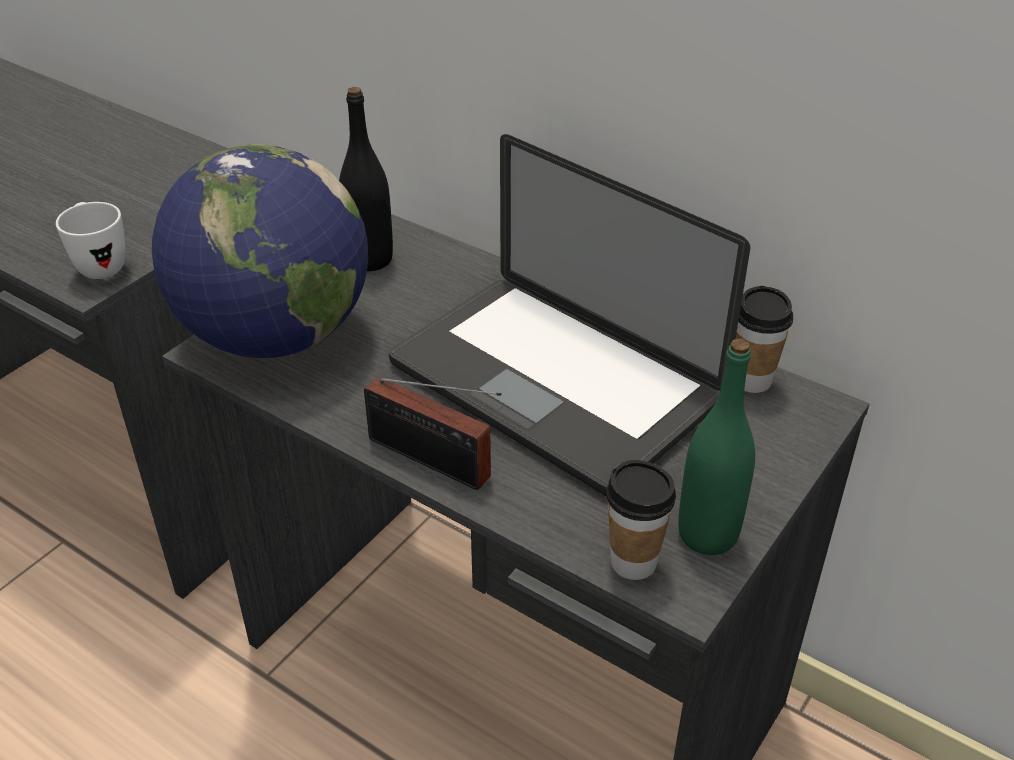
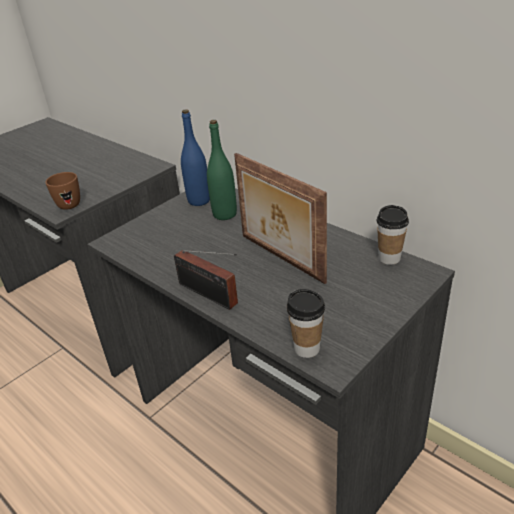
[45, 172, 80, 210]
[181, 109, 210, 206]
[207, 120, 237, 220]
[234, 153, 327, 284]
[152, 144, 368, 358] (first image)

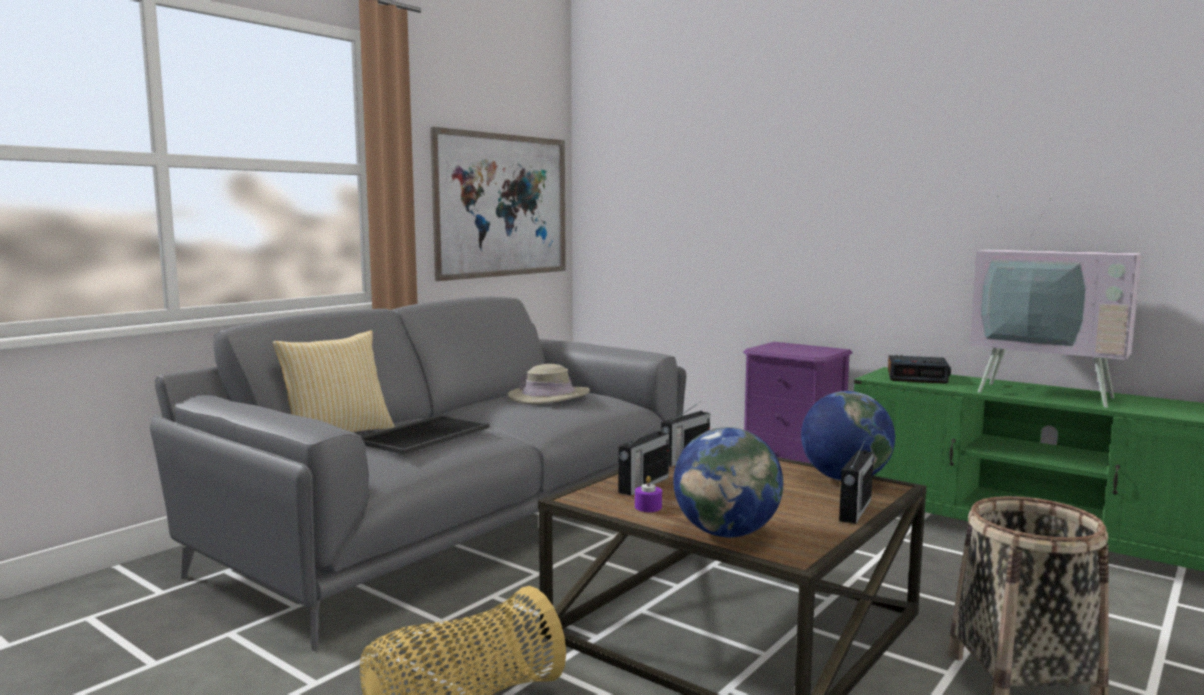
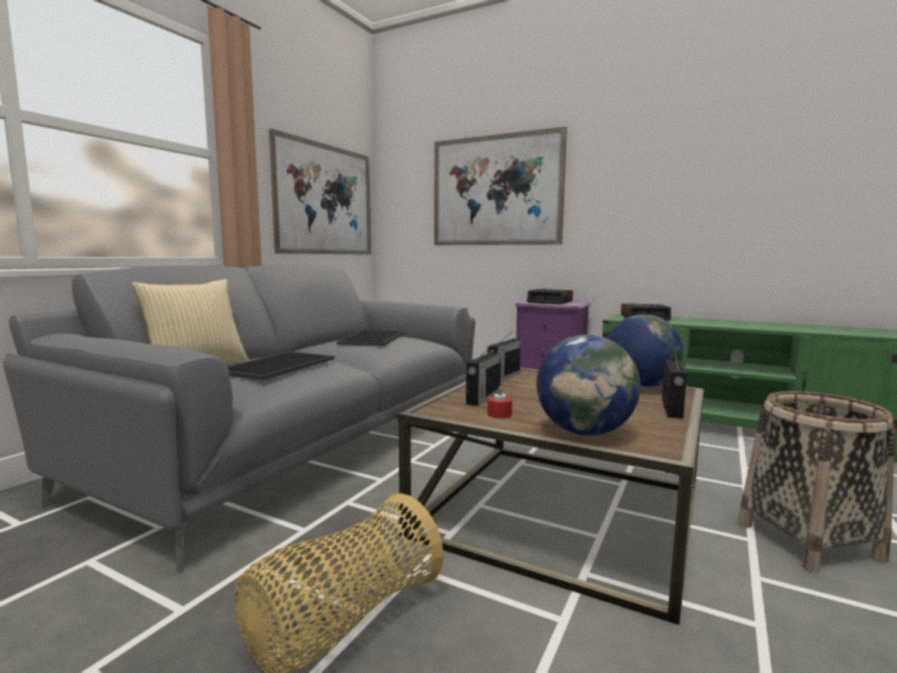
[337, 330, 405, 346]
[434, 127, 567, 245]
[487, 386, 512, 418]
[527, 288, 573, 304]
[970, 195, 1142, 408] (first image)

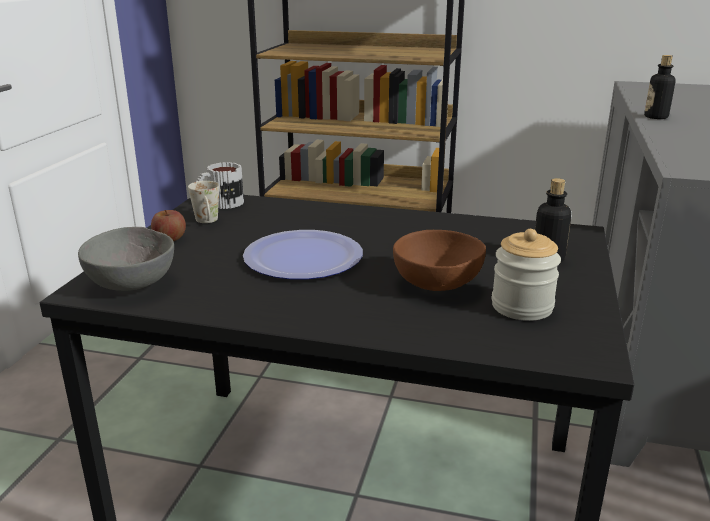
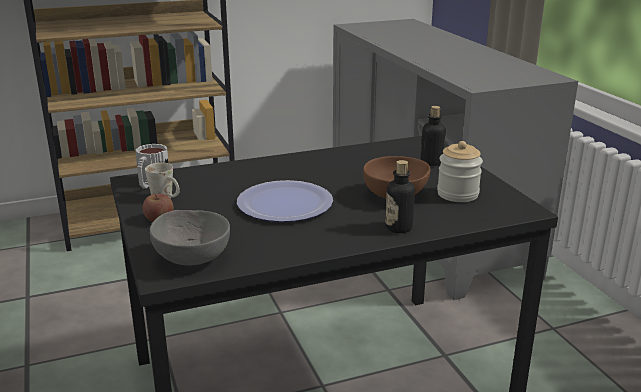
[385, 160, 415, 233]

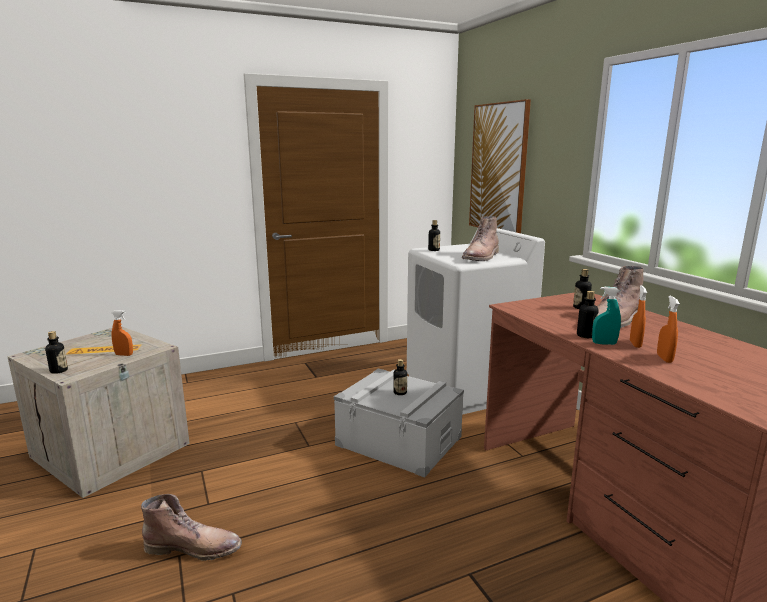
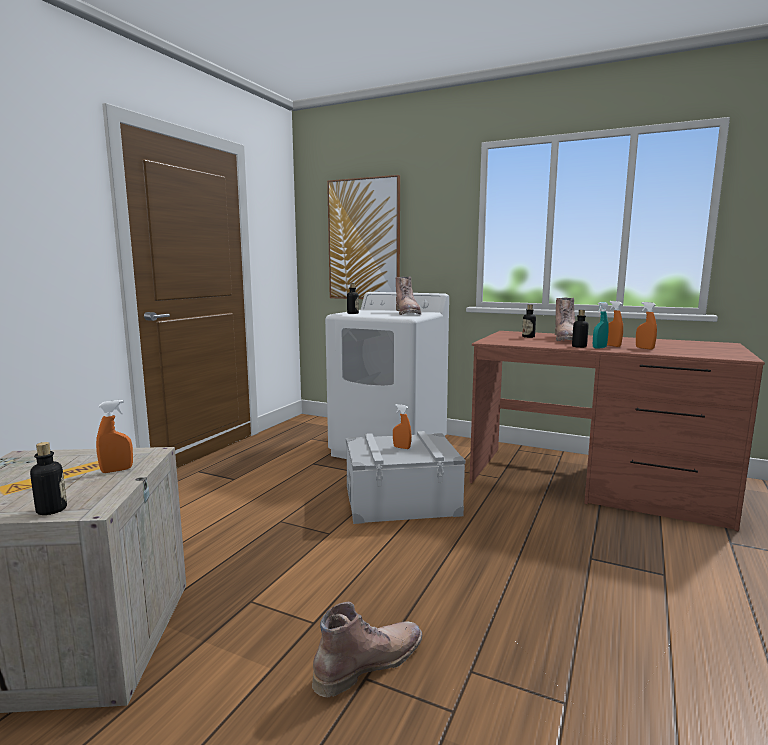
[393, 404, 411, 449]

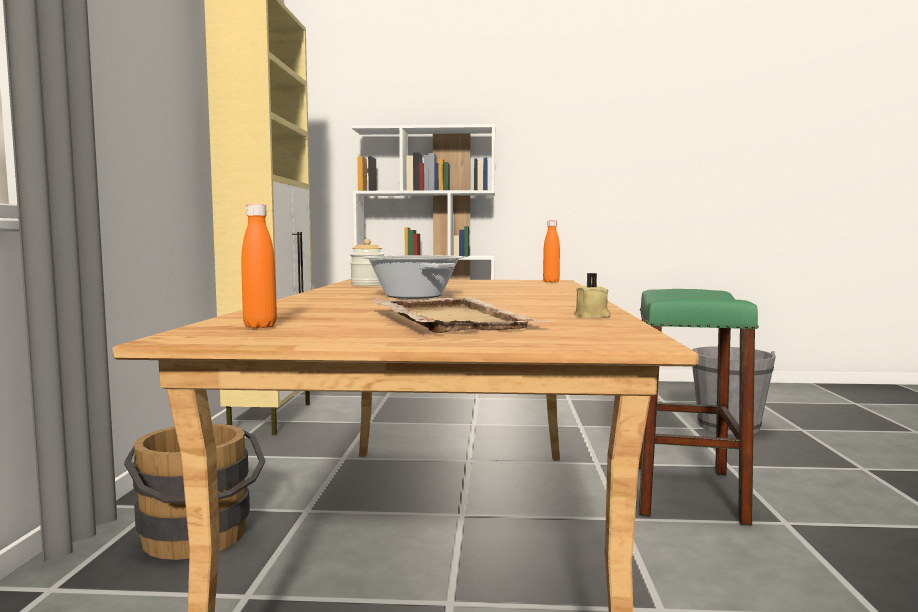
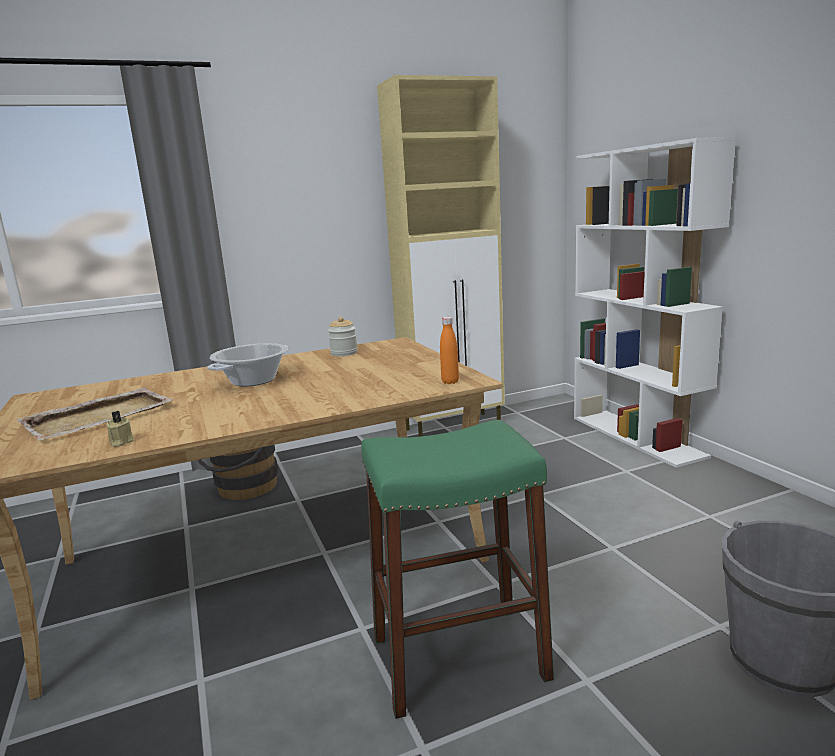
[241, 204, 277, 328] (first image)

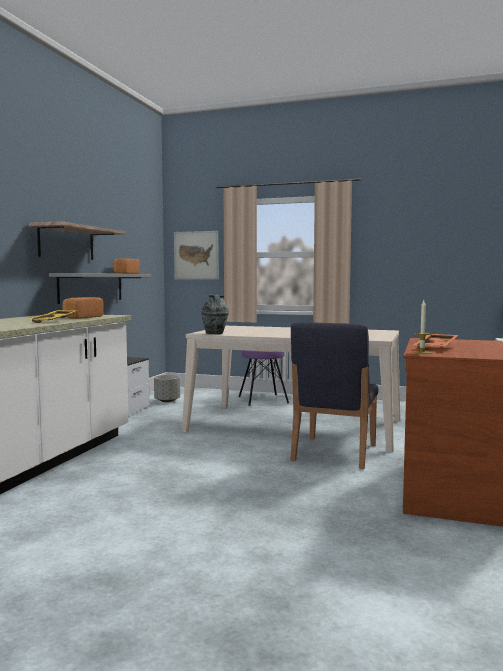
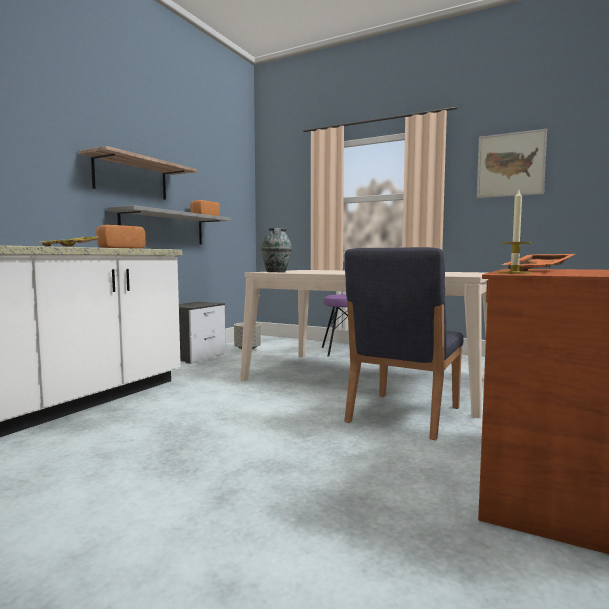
[477, 129, 547, 198]

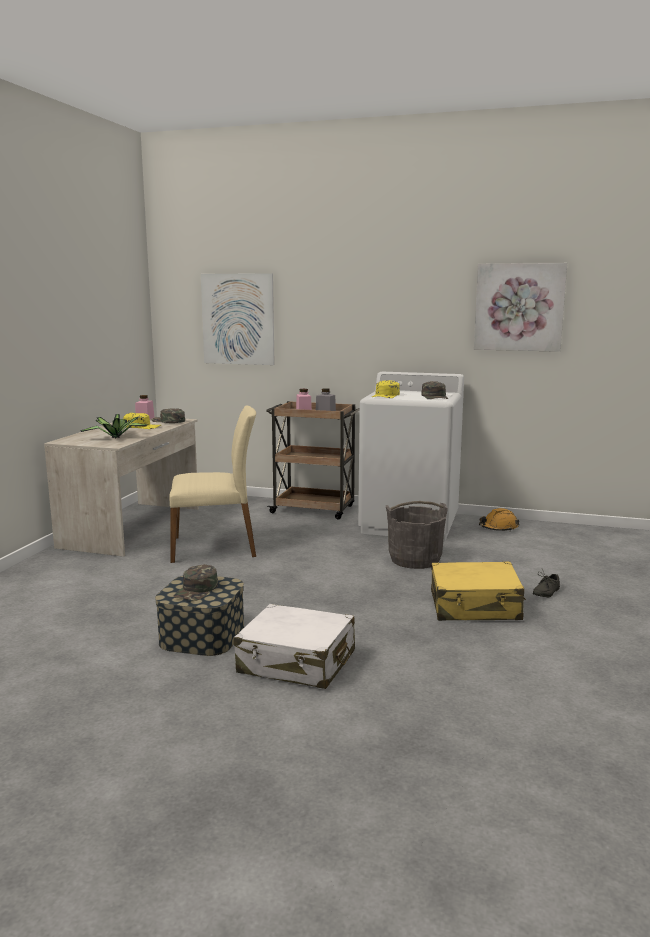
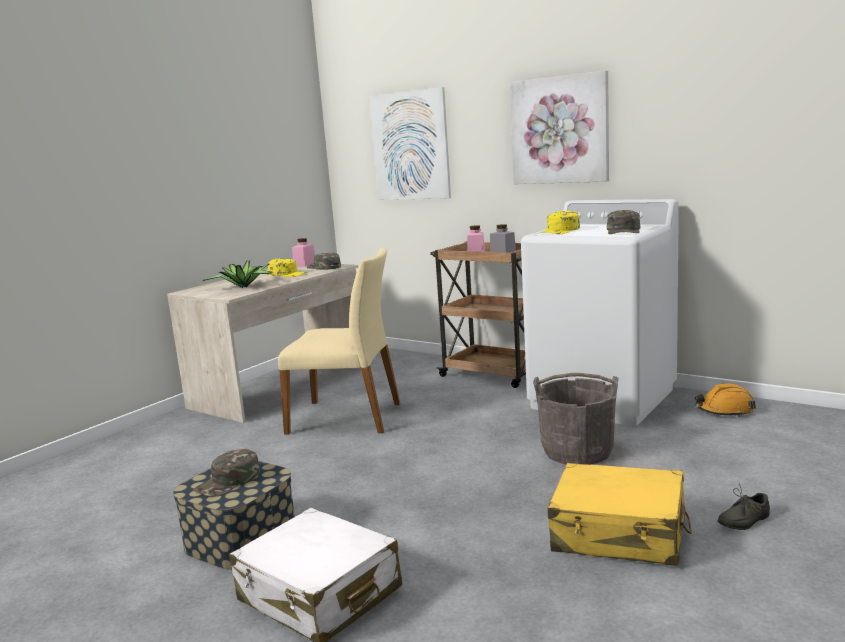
[509, 71, 609, 184]

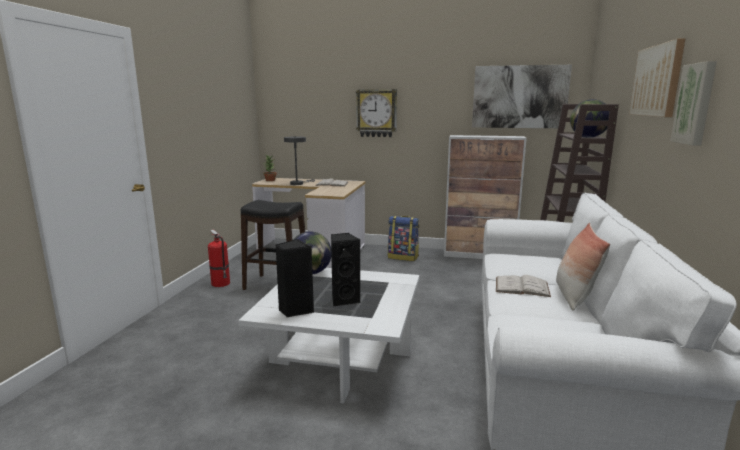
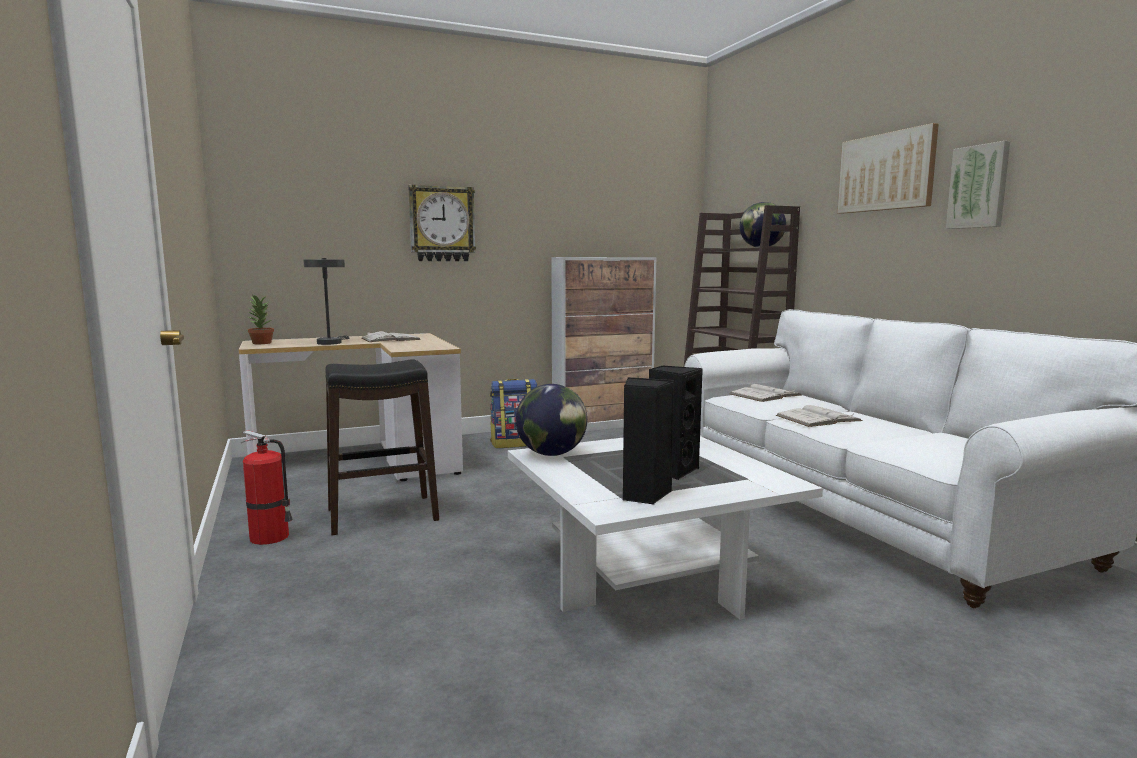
[730, 384, 802, 402]
[472, 65, 572, 128] (first image)
[556, 223, 610, 311] (first image)

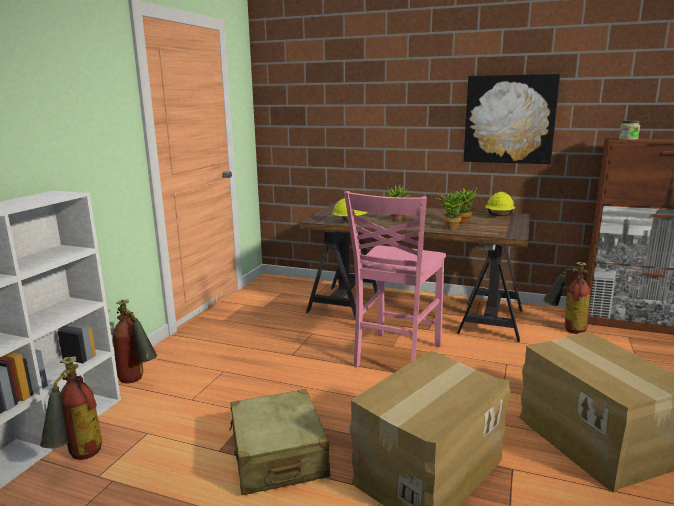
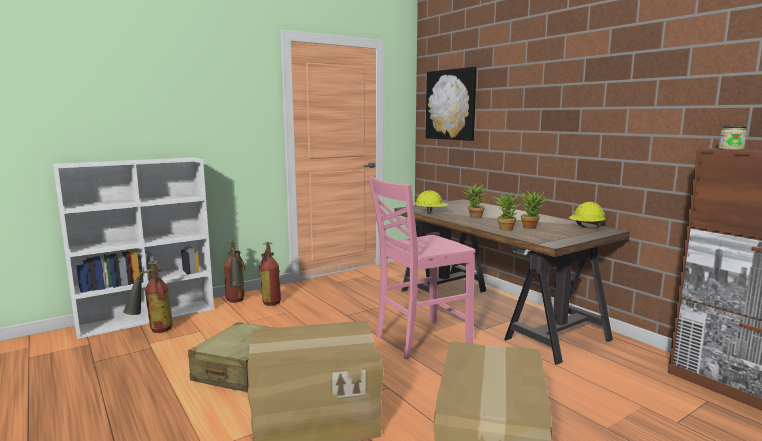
[259, 242, 281, 306]
[426, 67, 477, 141]

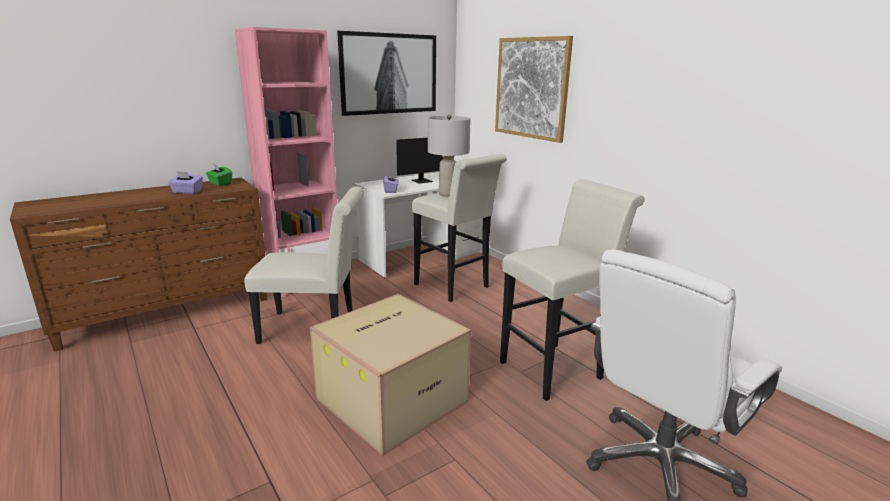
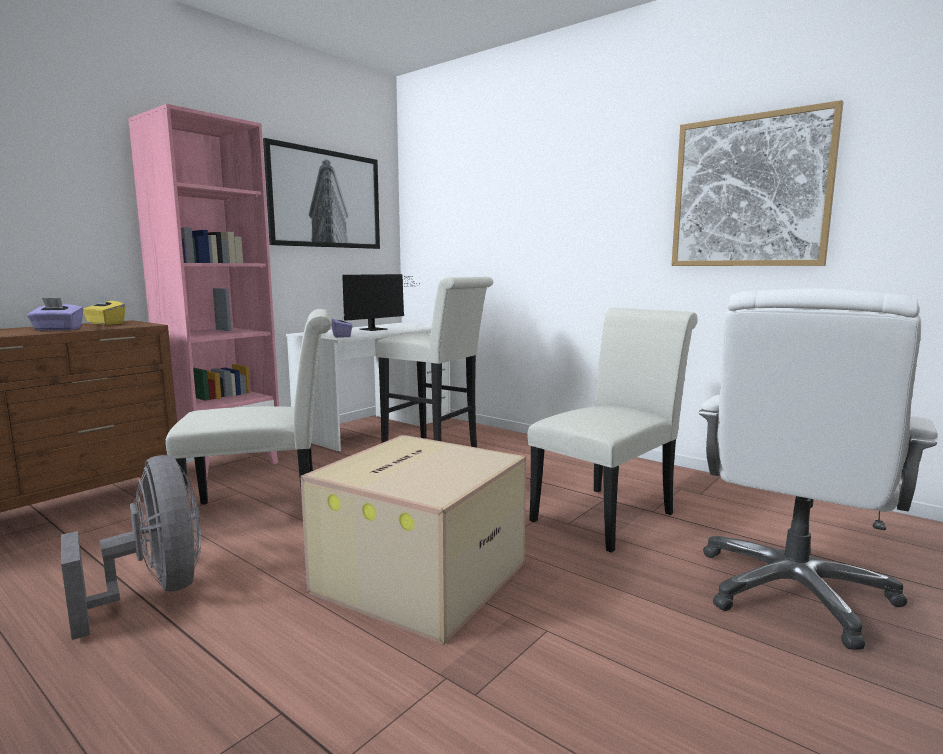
[61, 455, 201, 640]
[83, 295, 125, 325]
[527, 308, 698, 553]
[672, 100, 844, 266]
[428, 115, 471, 197] (first image)

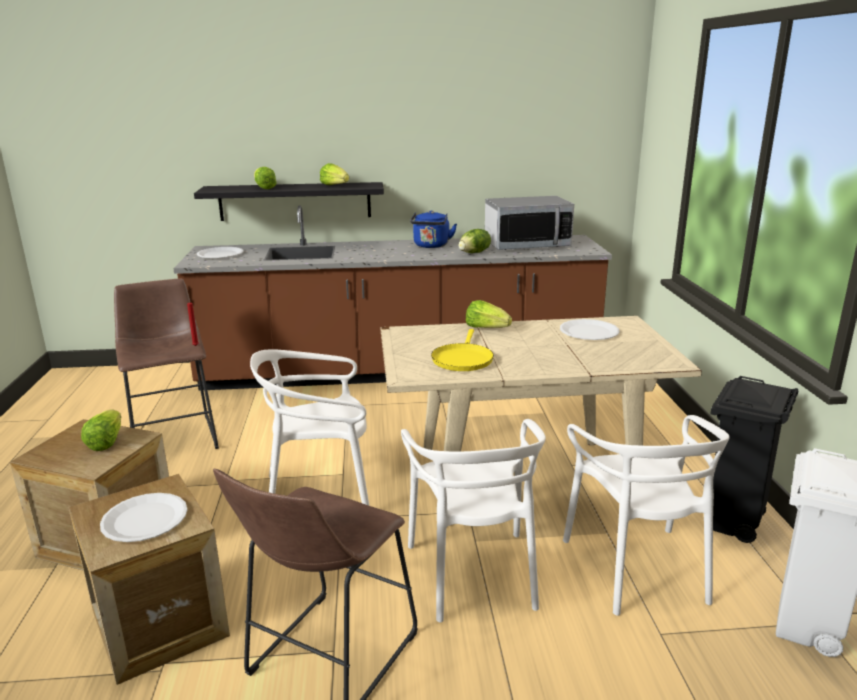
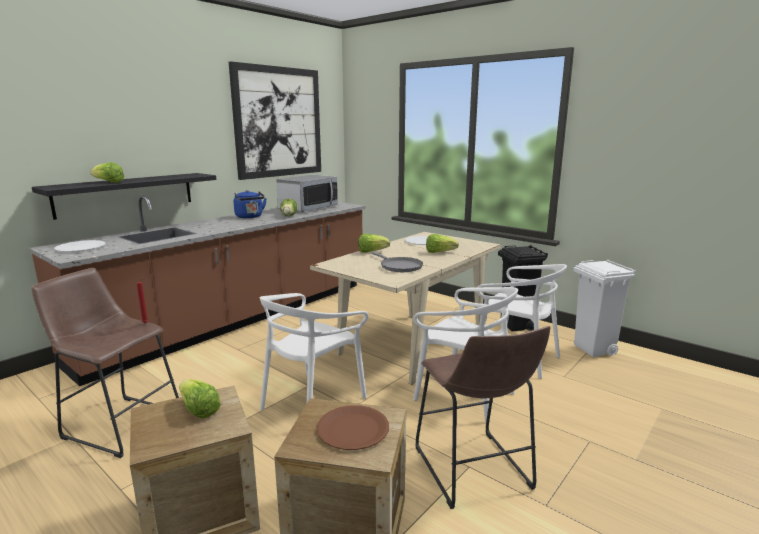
[229, 61, 321, 180]
[316, 405, 389, 450]
[372, 252, 423, 272]
[426, 234, 459, 253]

